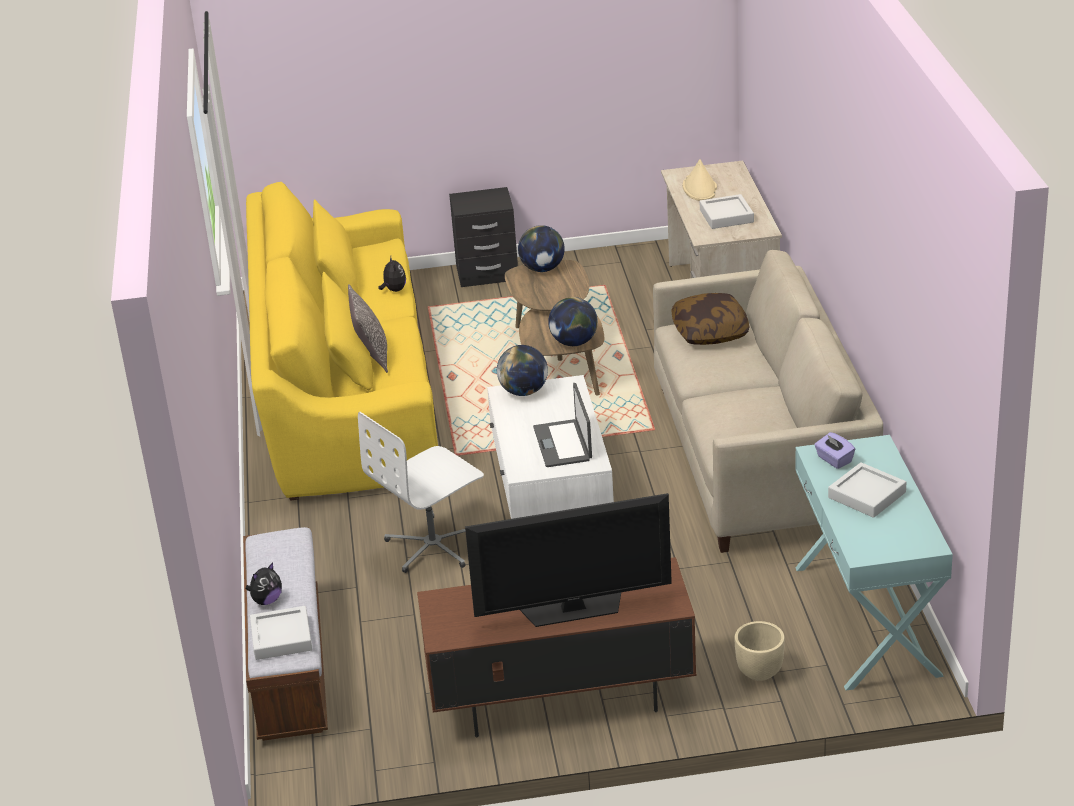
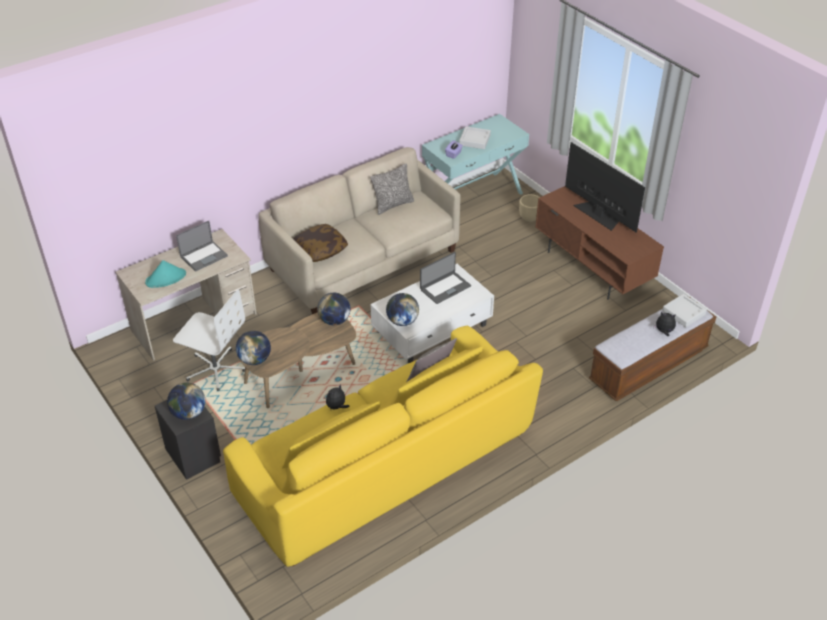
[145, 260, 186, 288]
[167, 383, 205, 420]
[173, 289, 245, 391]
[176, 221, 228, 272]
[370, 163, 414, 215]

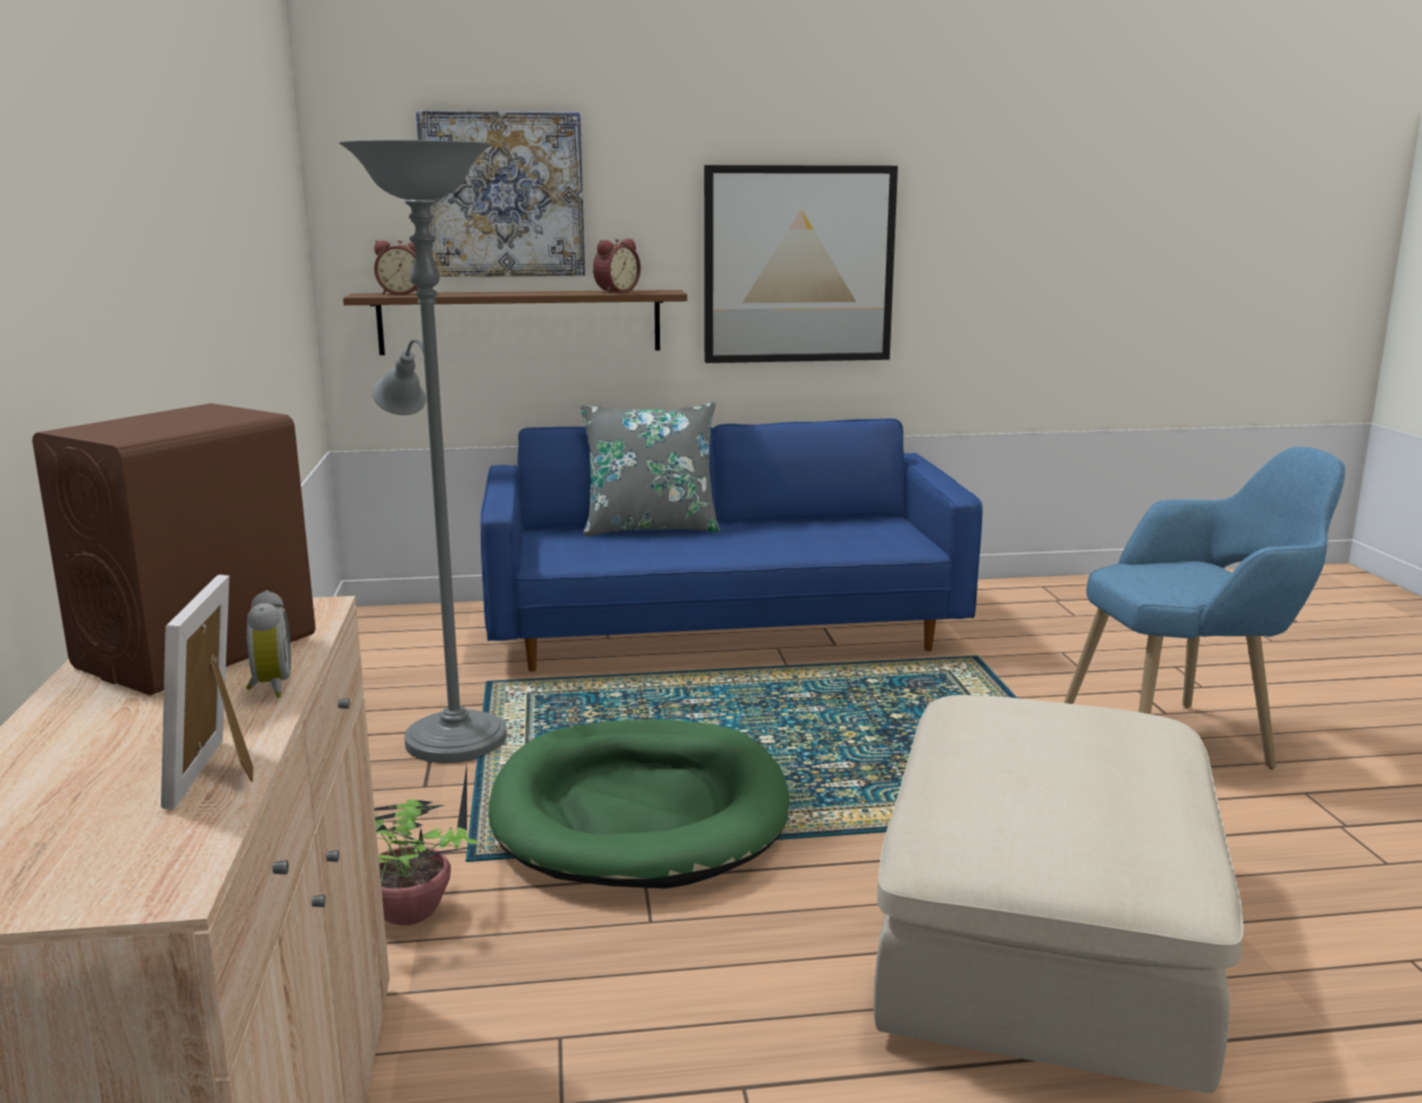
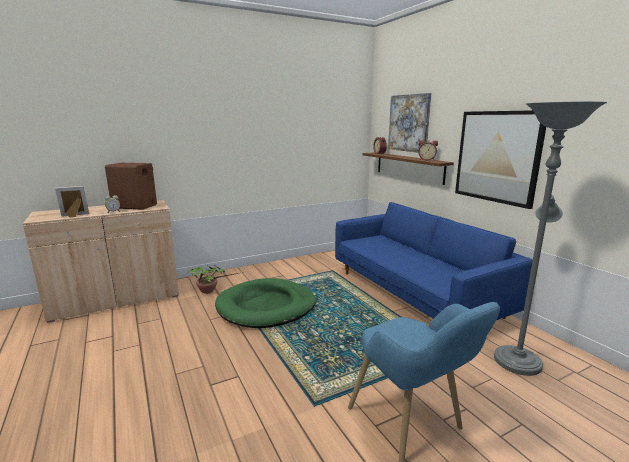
[494, 101, 607, 376]
[580, 402, 720, 536] (first image)
[874, 695, 1243, 1093] (first image)

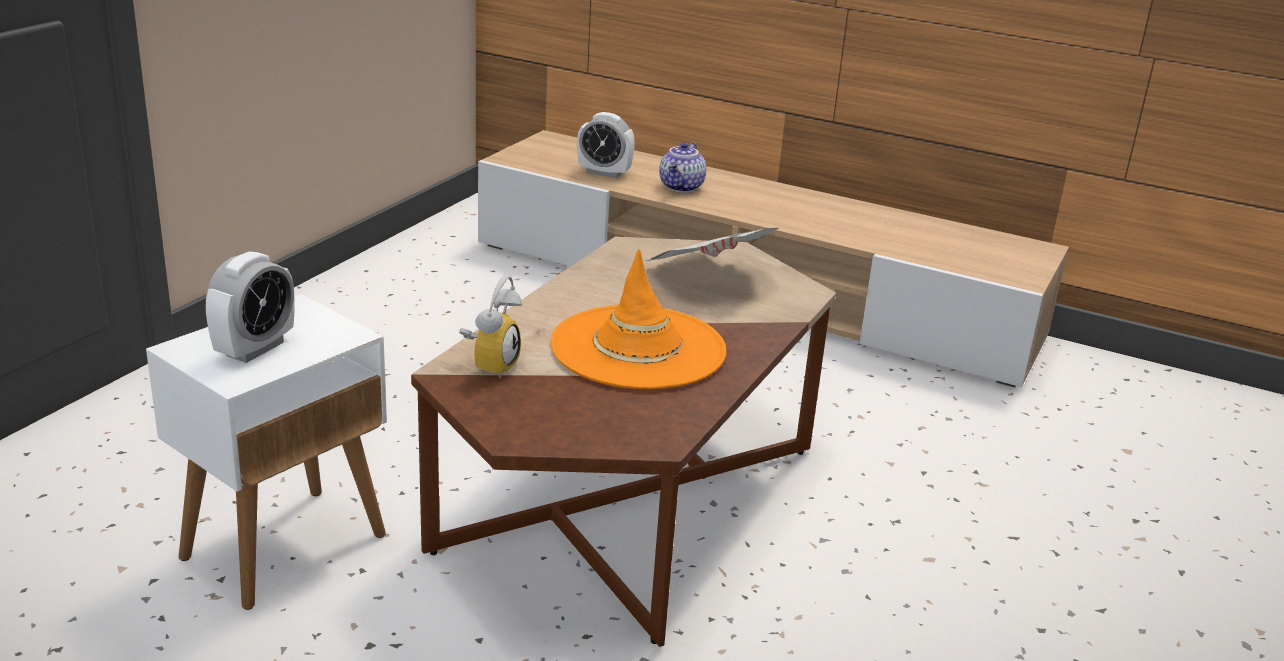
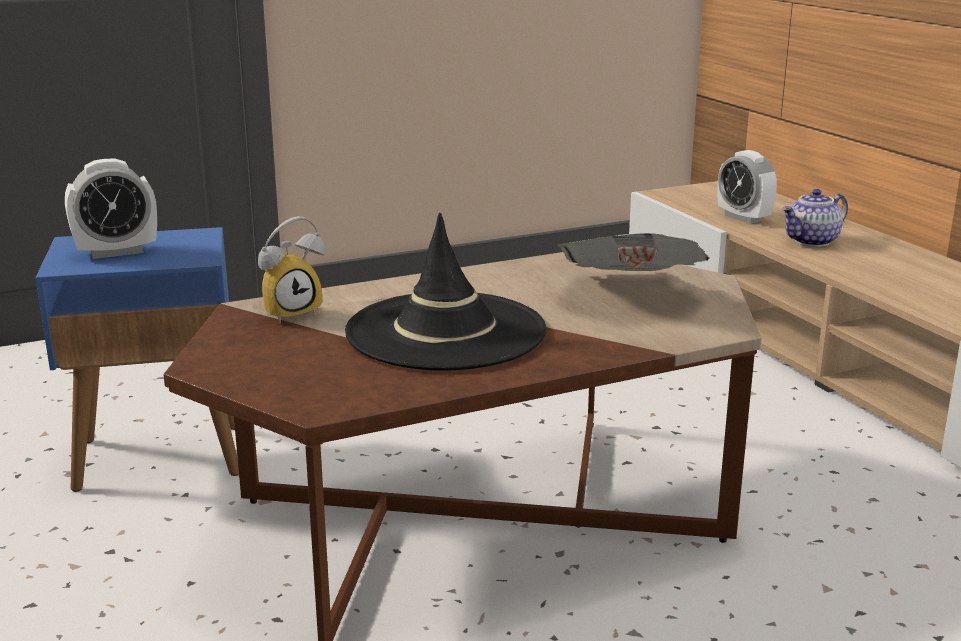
[36, 227, 239, 492]
[345, 213, 546, 371]

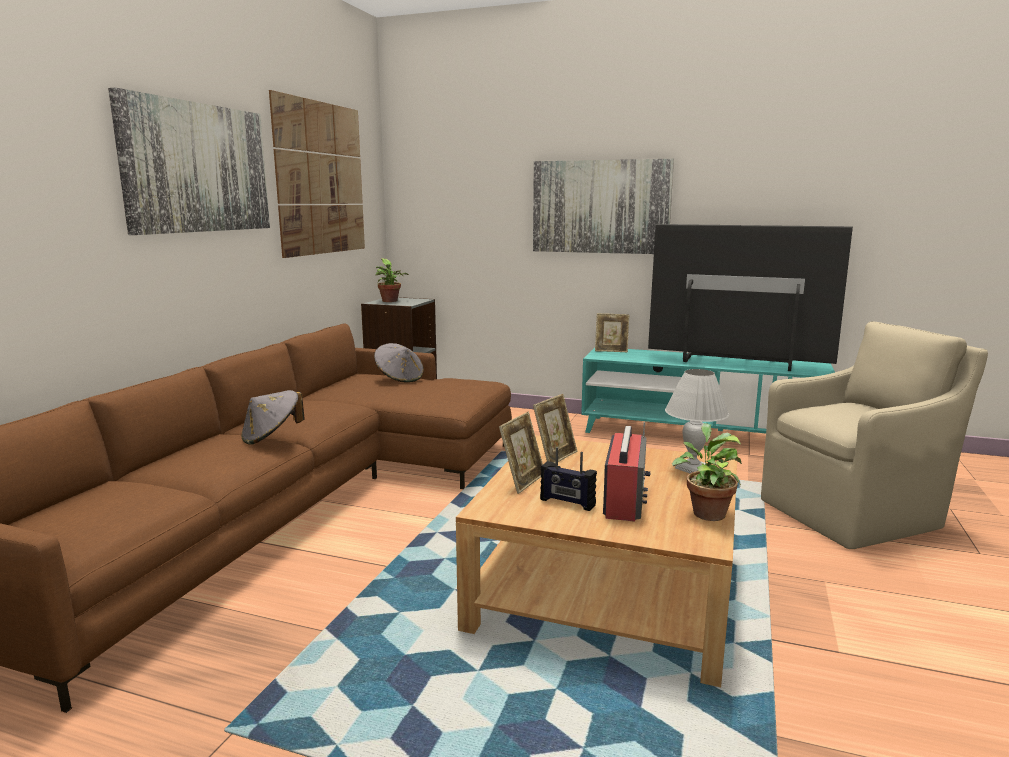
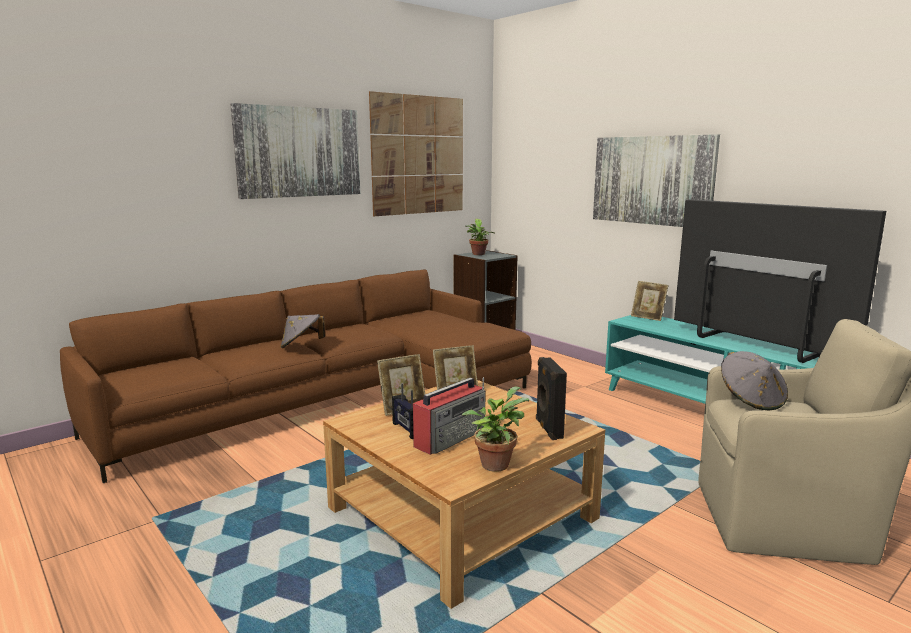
[536, 357, 567, 440]
[721, 351, 788, 410]

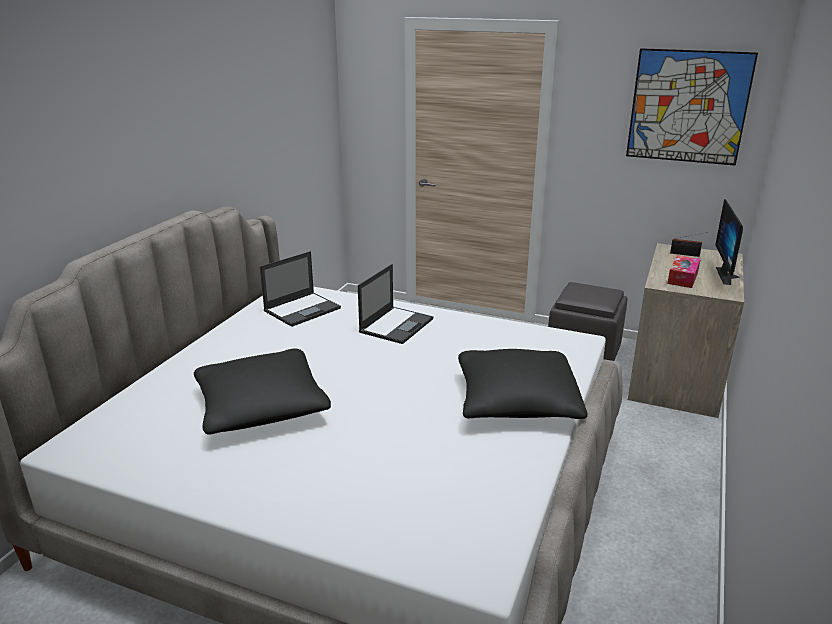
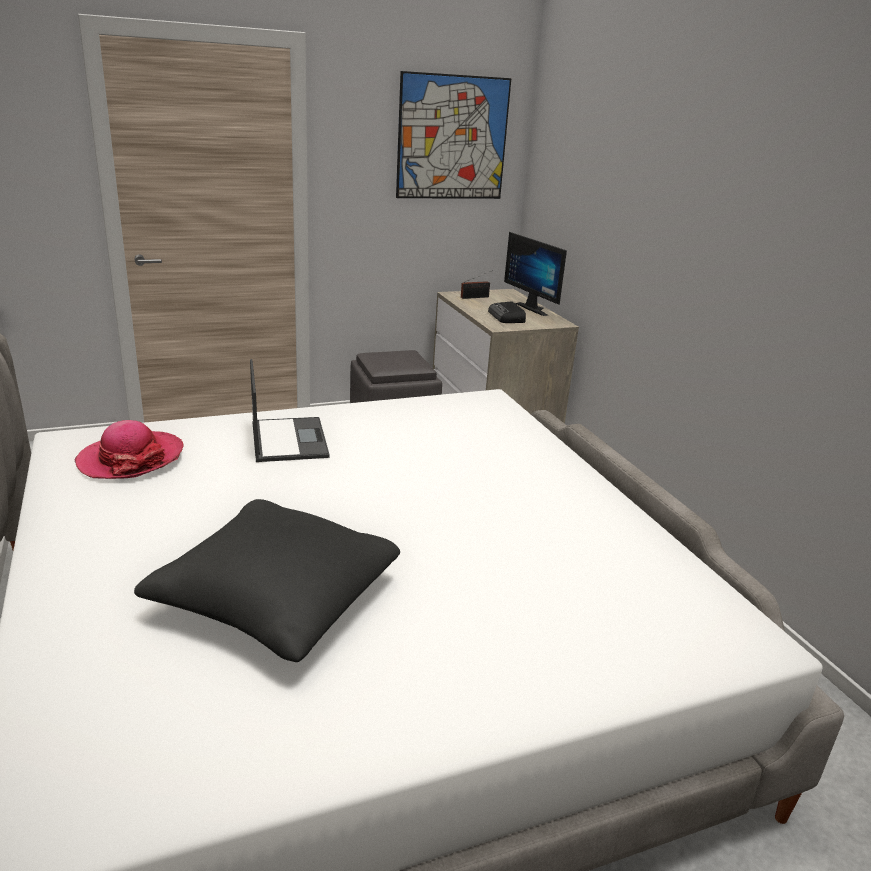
[75, 420, 183, 479]
[488, 301, 526, 323]
[458, 349, 587, 419] (first image)

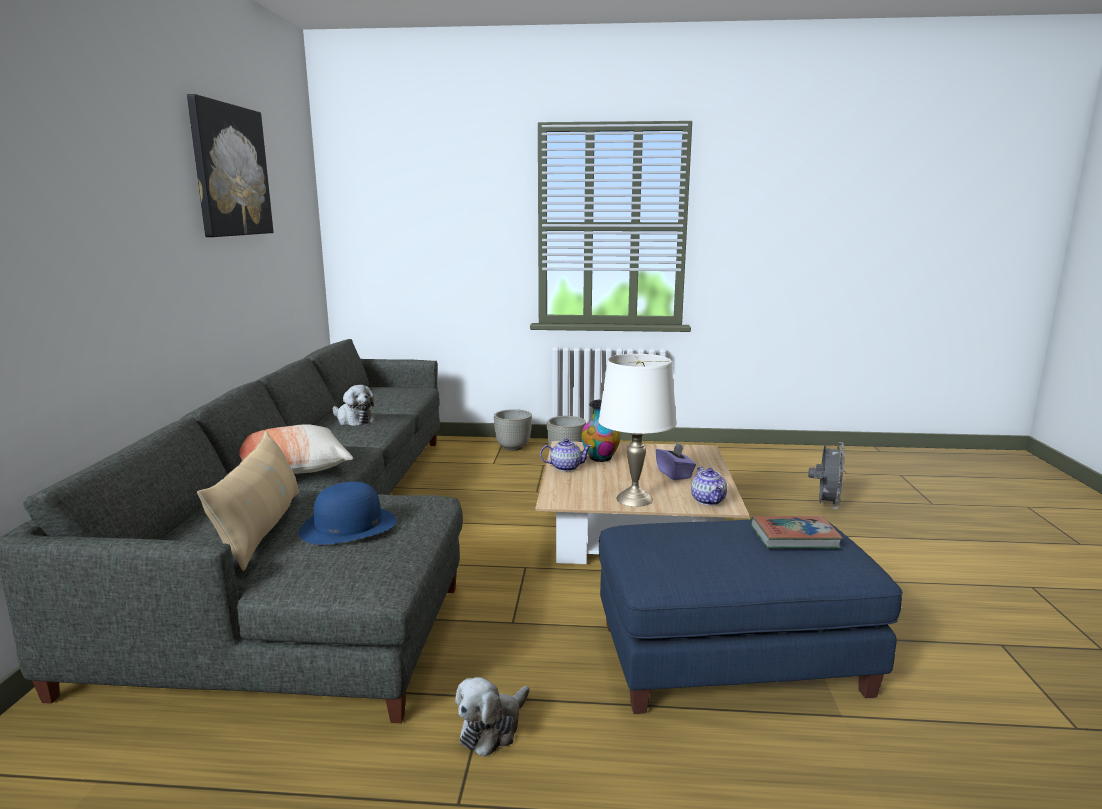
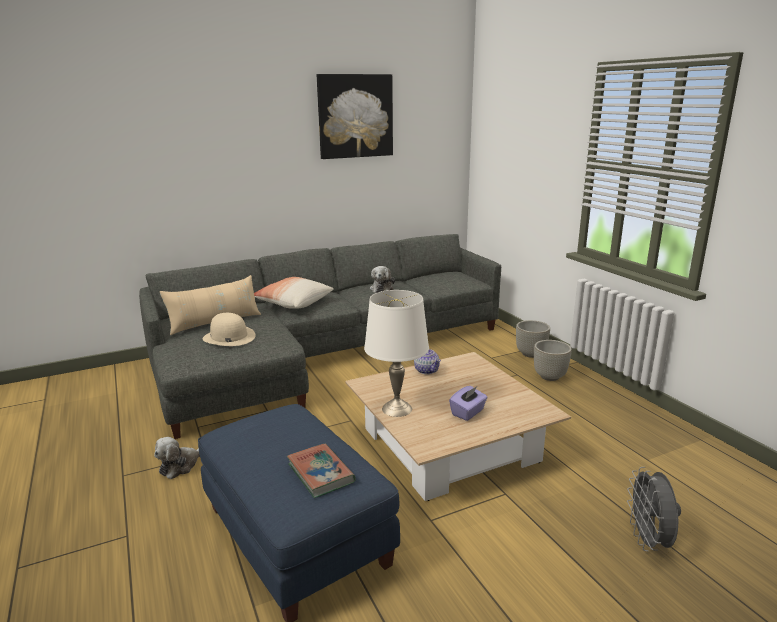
[154, 437, 200, 479]
[203, 313, 256, 346]
[627, 467, 681, 551]
[581, 400, 620, 462] (first image)
[691, 466, 727, 505] (first image)

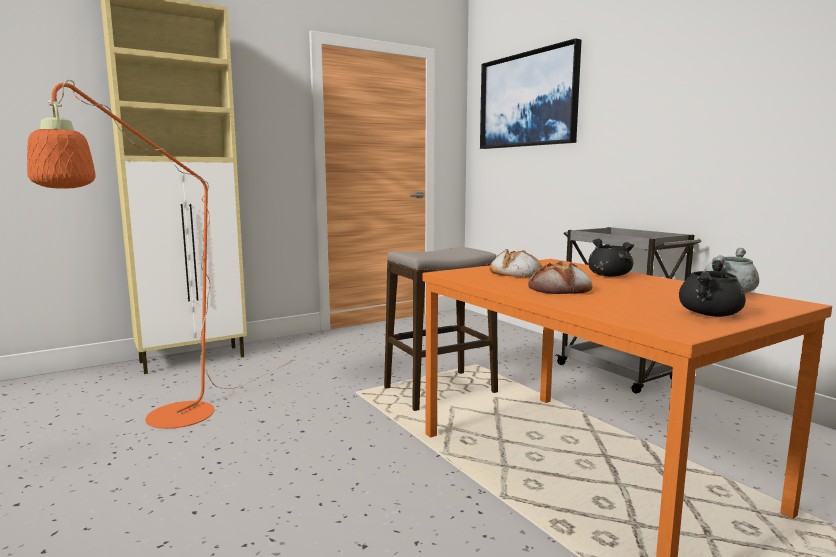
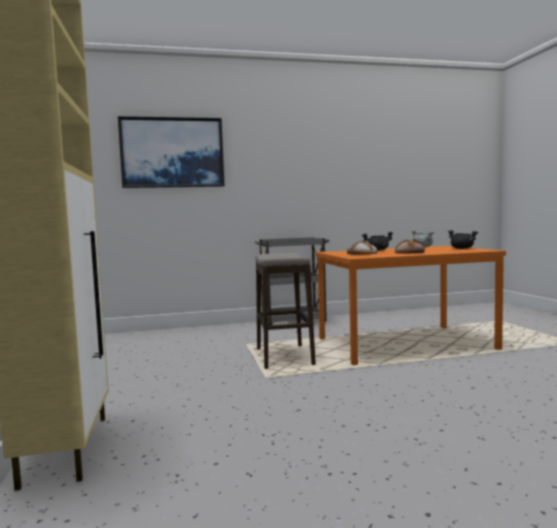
[27, 80, 290, 429] (first image)

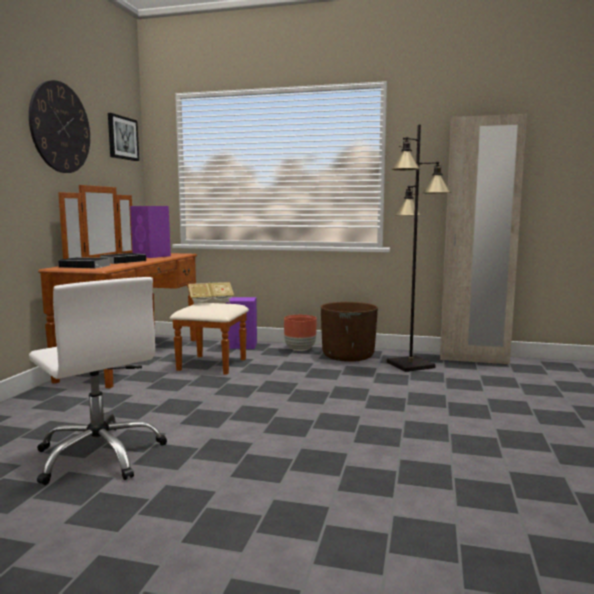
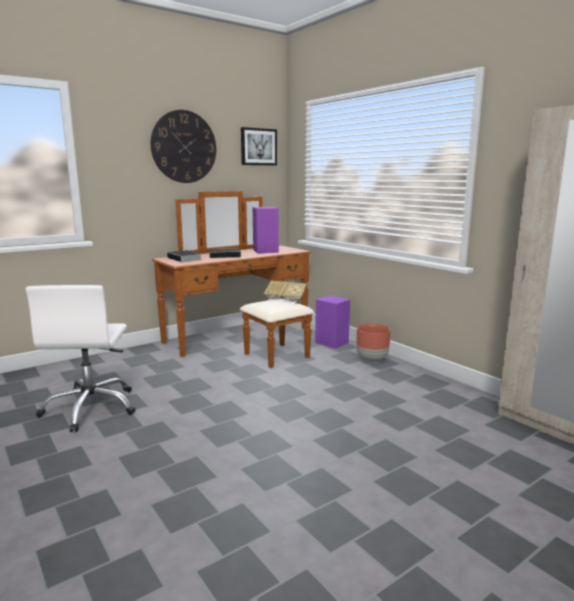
[321, 302, 378, 362] (first image)
[387, 124, 451, 372] (first image)

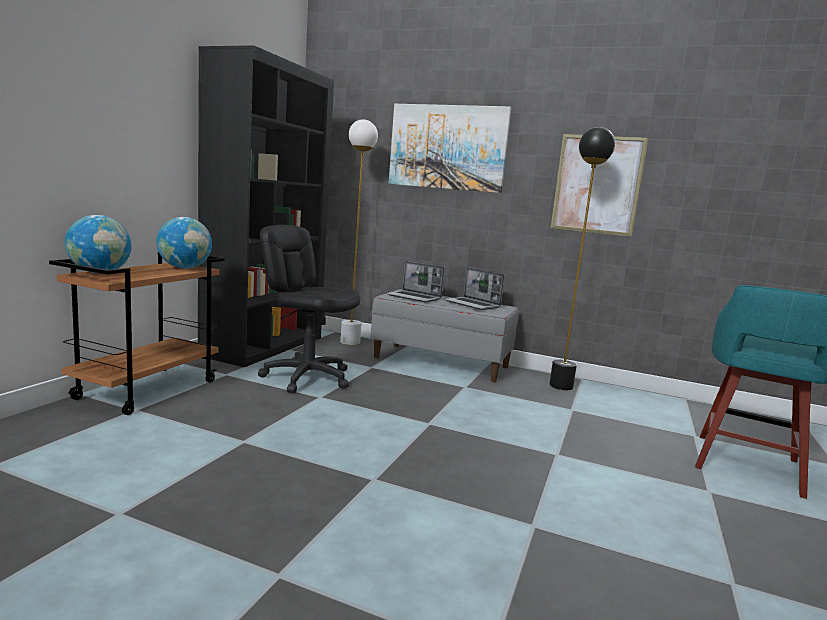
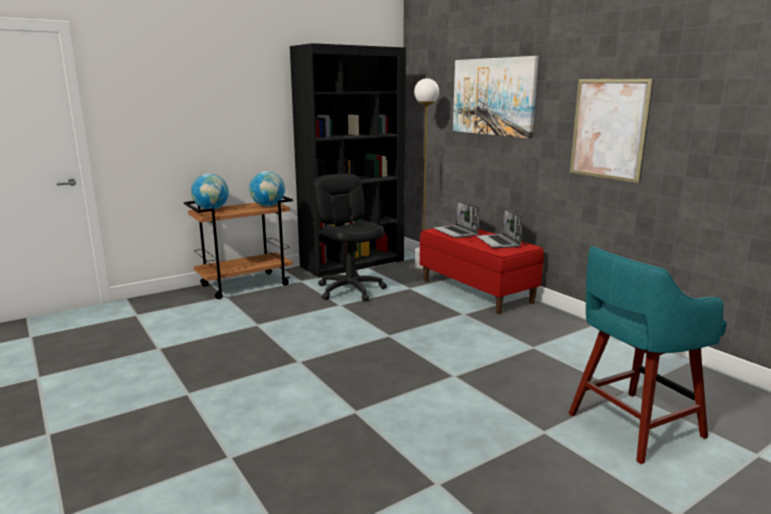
[420, 225, 544, 314]
[550, 127, 615, 390] (first image)

